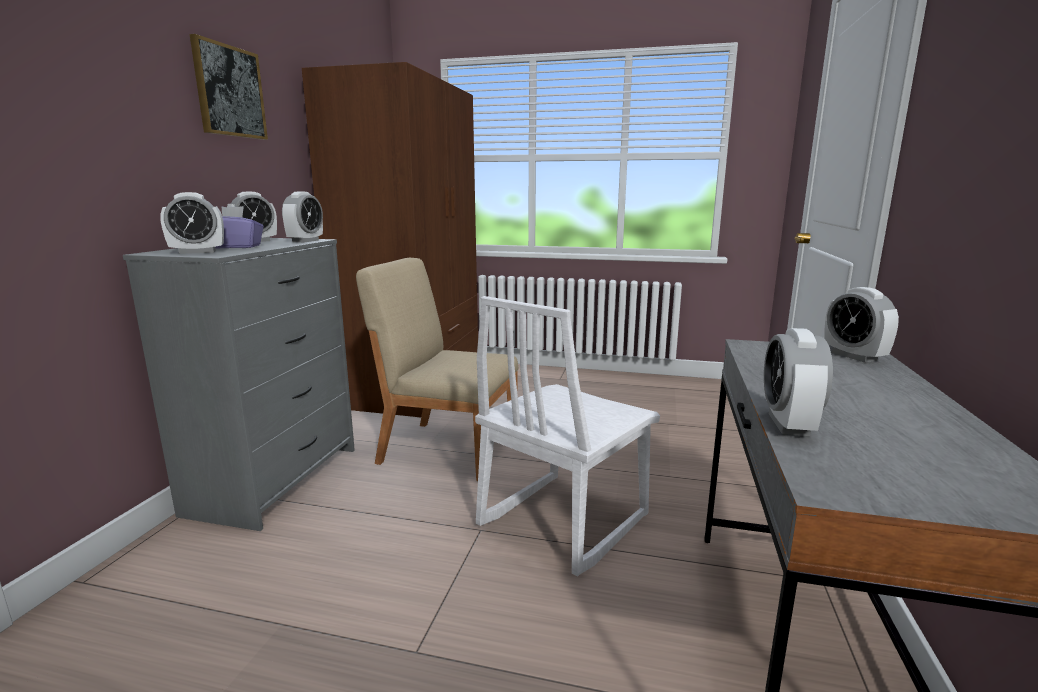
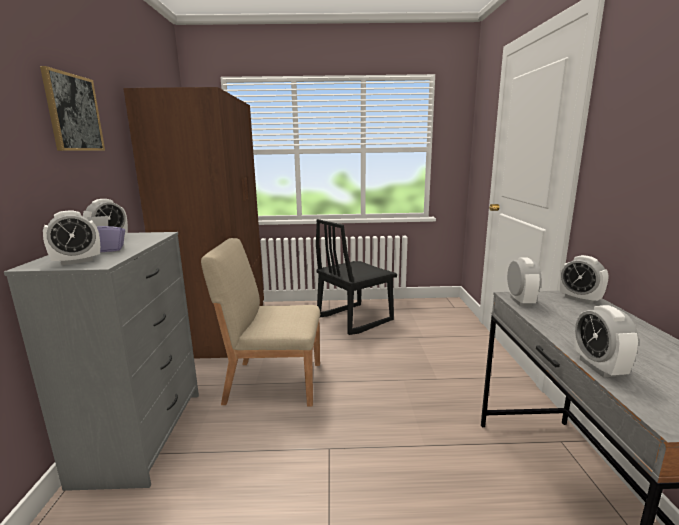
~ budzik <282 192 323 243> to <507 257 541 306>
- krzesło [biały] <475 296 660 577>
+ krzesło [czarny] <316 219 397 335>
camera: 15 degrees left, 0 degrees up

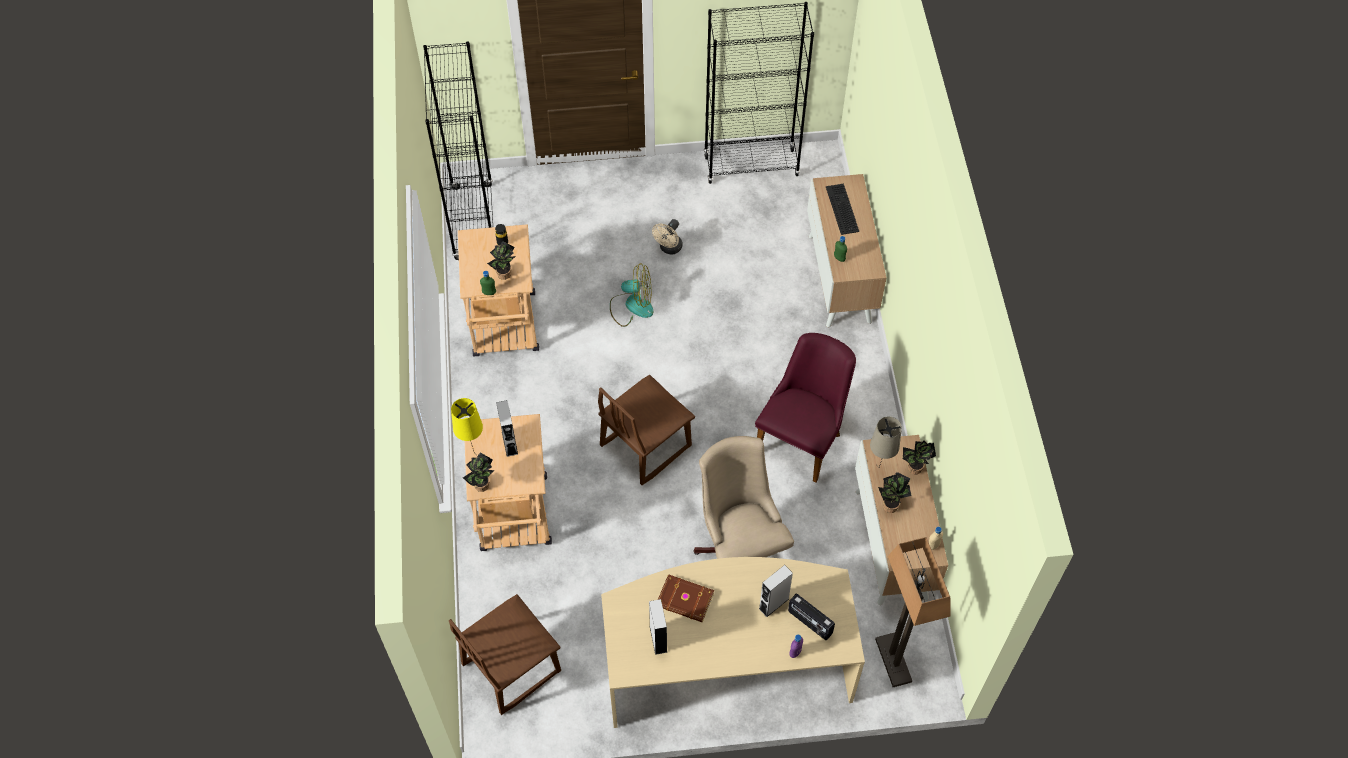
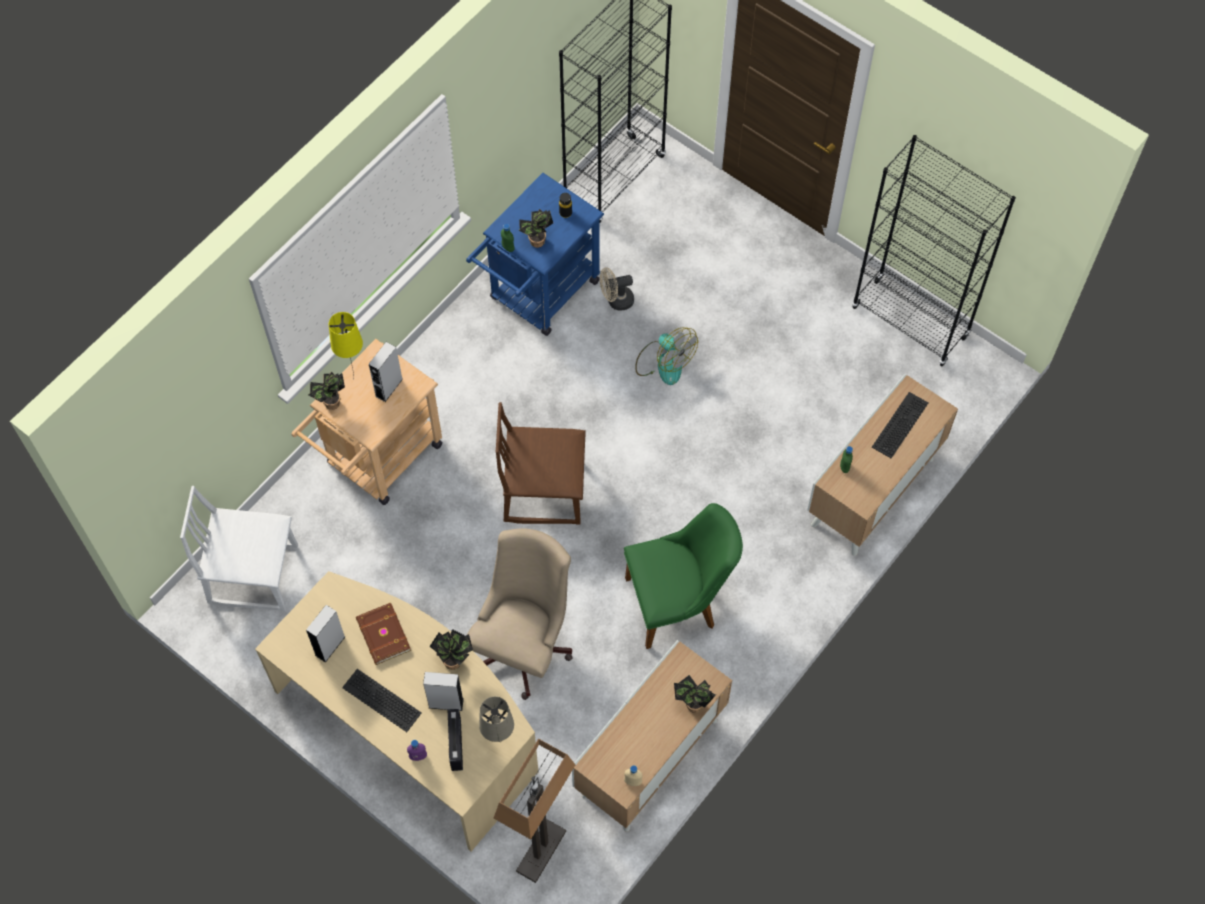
~ wentylator [beżowy] <652 219 683 255> to <600 267 634 311>
~ wózek [beżowy] <458 224 539 356> to wózek [niebieski] <466 173 604 336>
~ krzesło [fioletowy] <755 333 856 483> to krzesło [zielony] <624 503 743 649>
~ lampa stołowa [beżowy] <870 416 902 468> to <479 696 514 742>
~ roślina doniczkowa <878 472 912 513> to <429 629 473 670>
~ krzesło [brązowy] <449 594 561 715> to krzesło [biały] <180 486 298 611>
+ klawiatura <342 669 422 732>
camera: 45 degrees right, 5 degrees up

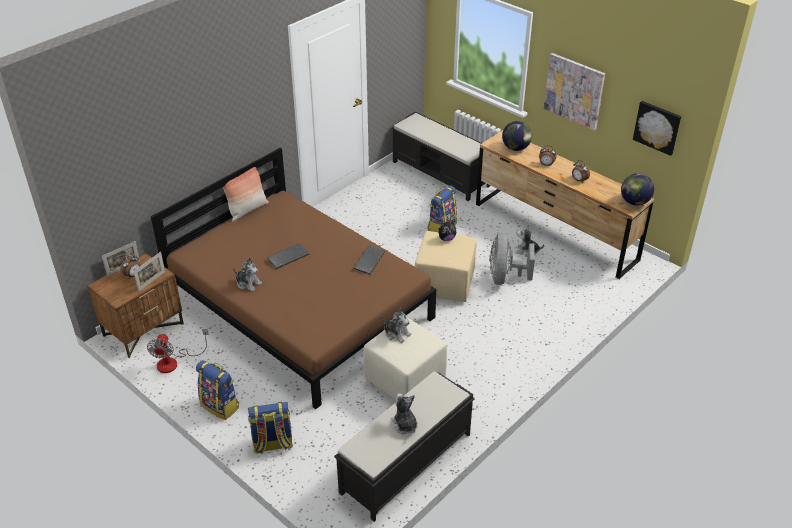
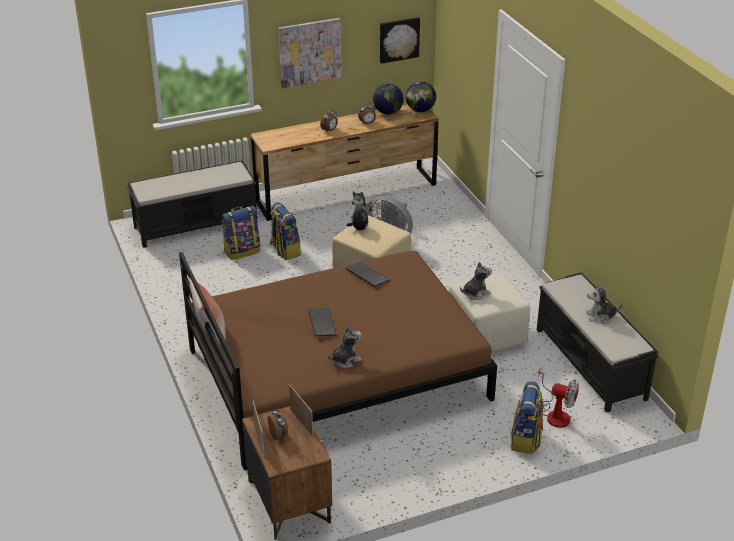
~ globus <502 121 532 151> to <373 84 404 114>
~ wentylator <147 329 209 373> to <538 368 579 428>
~ plecak <196 360 239 420> to <222 206 260 260>
camera: 65 degrees left, 5 degrees down

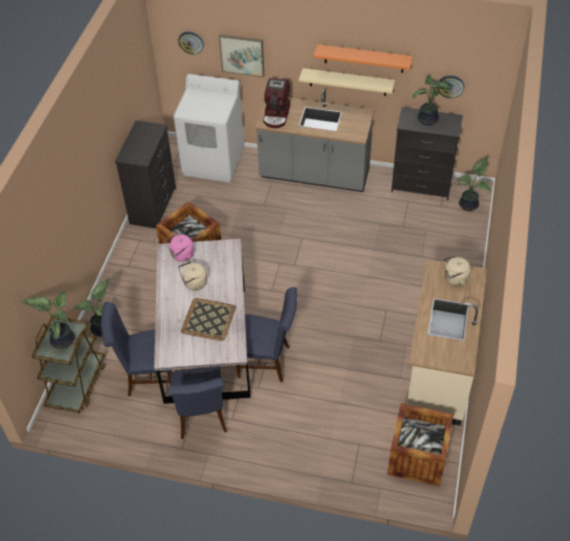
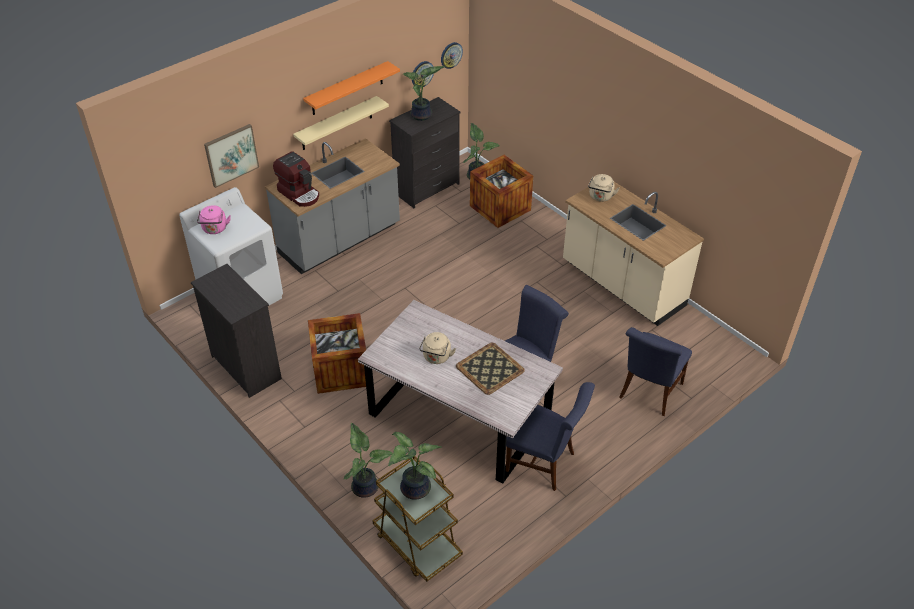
~ zegar ścienny <178 31 204 54> to <441 42 463 69>
~ czajnik [różowy] <164 234 194 262> to <197 205 231 234>
~ krzesło [niebieski] <101 302 172 396> to <619 327 692 416>
~ skrzynka <387 403 454 487> to <470 155 533 228>
camera: 55 degrees left, 5 degrees down

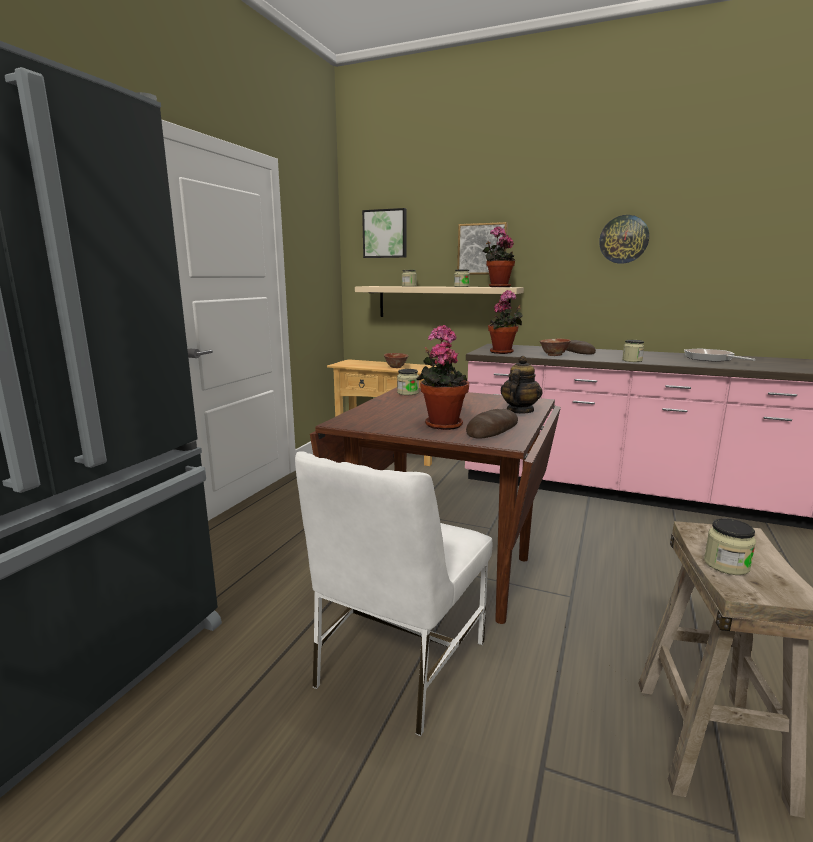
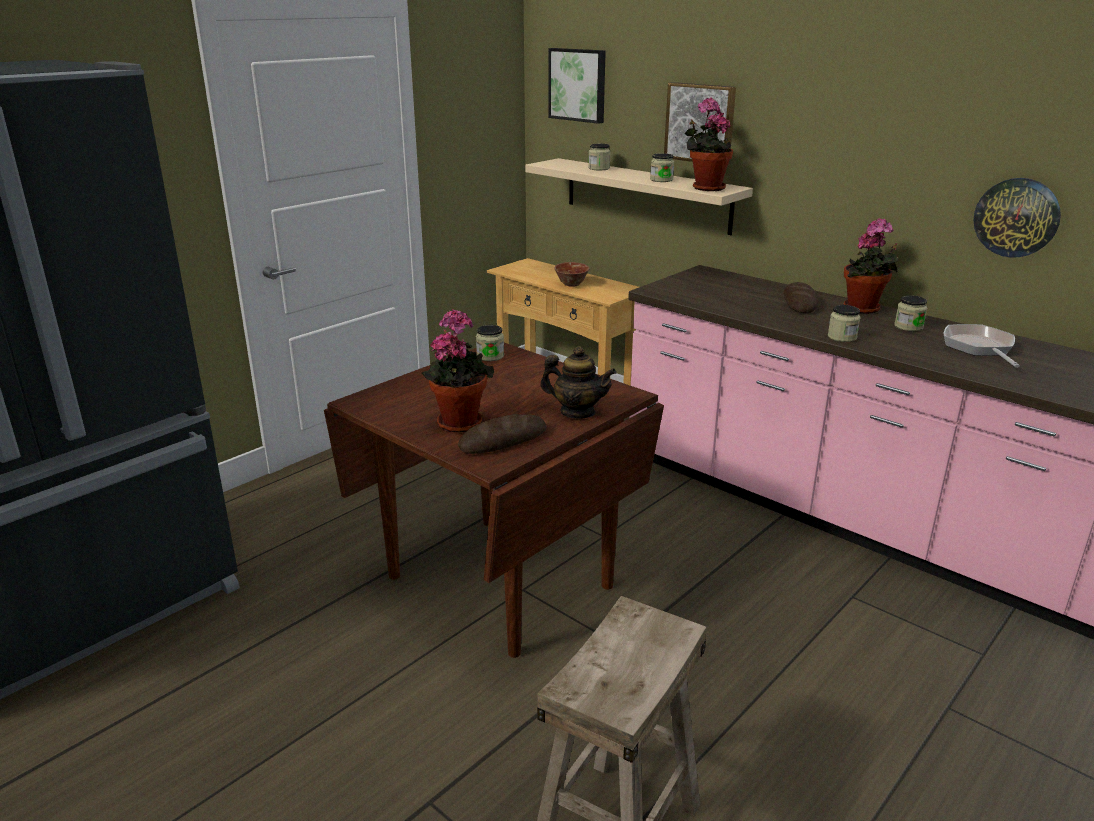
~ zegar ścienny <599 215 649 264> to <974 178 1061 258>
~ roślina doniczkowa <488 290 523 354> to <843 218 898 314>
- miska <539 339 571 356>
~ imbryk <500 356 542 414> = <540 346 617 419> 60 degrees clockwise
- krzesło [biały] <295 451 492 736>
~ słoik <704 518 756 575> to <894 295 927 331>
camera: 20 degrees right, 10 degrees up

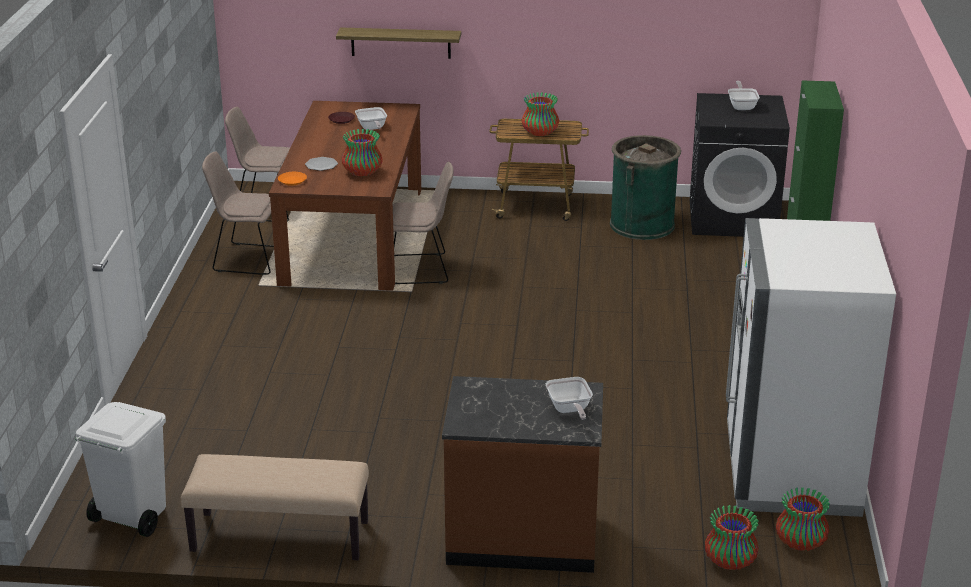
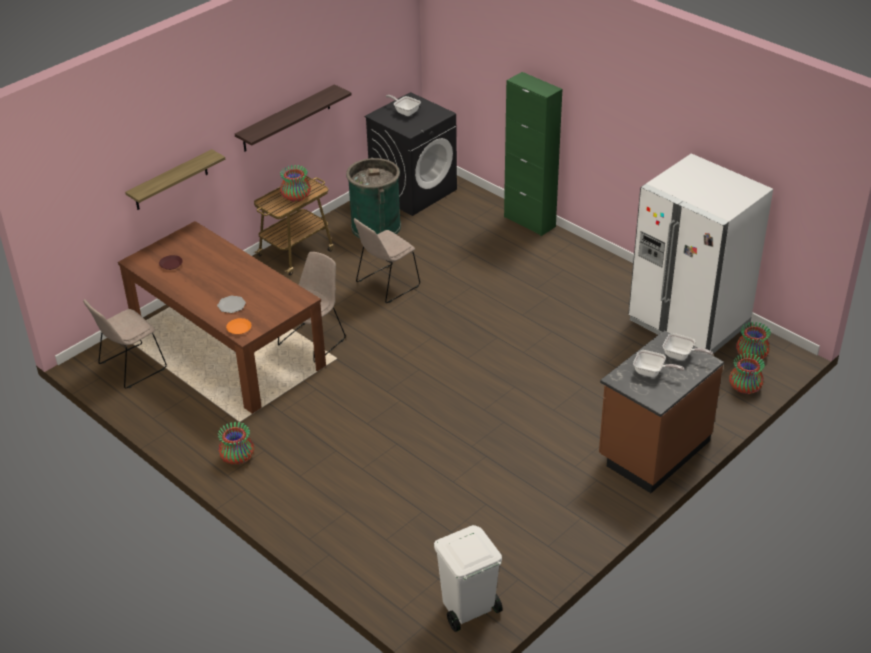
~ patelnia <355 107 387 130> to <633 350 684 377>
~ wazon <342 129 383 177> to <218 422 254 465>
~ krzesło [beżowy] <202 151 274 275> to <354 218 420 303>
- ławka [beżowy] <181 454 369 560>
+ półka <235 84 352 152>
camera: 50 degrees left, 10 degrees up

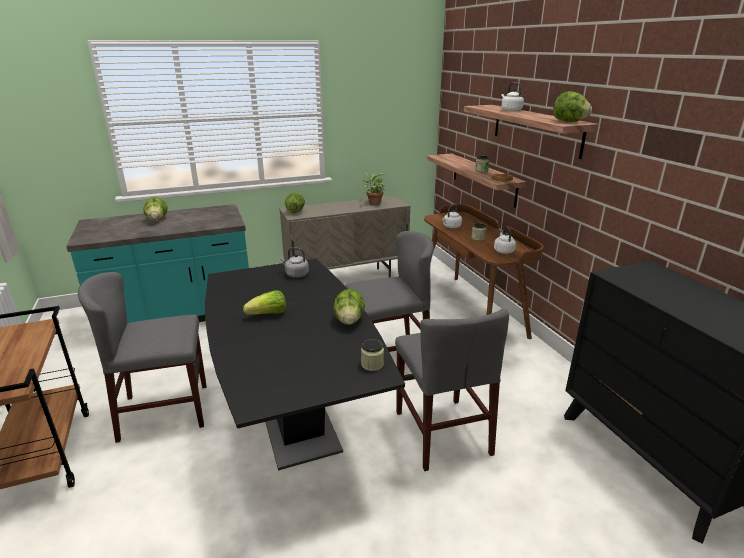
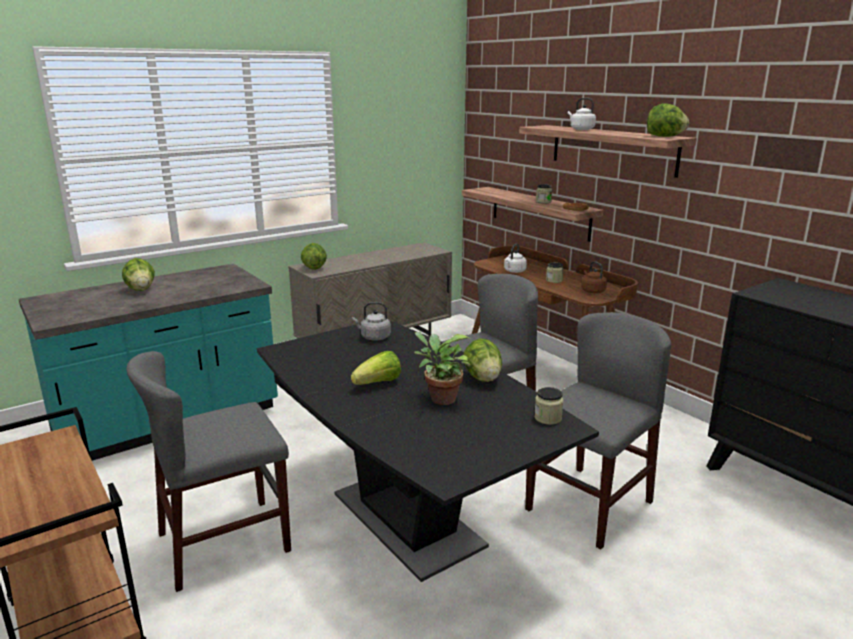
~ roślina doniczkowa <362 172 385 205> to <414 332 470 405>
~ czajnik [biały] <494 226 516 254> to czajnik [brązowy] <581 261 607 293>
~ krzesło [szary] <395 309 509 471> = <525 312 671 549> 105 degrees counterclockwise
camera: 15 degrees left, 5 degrees down

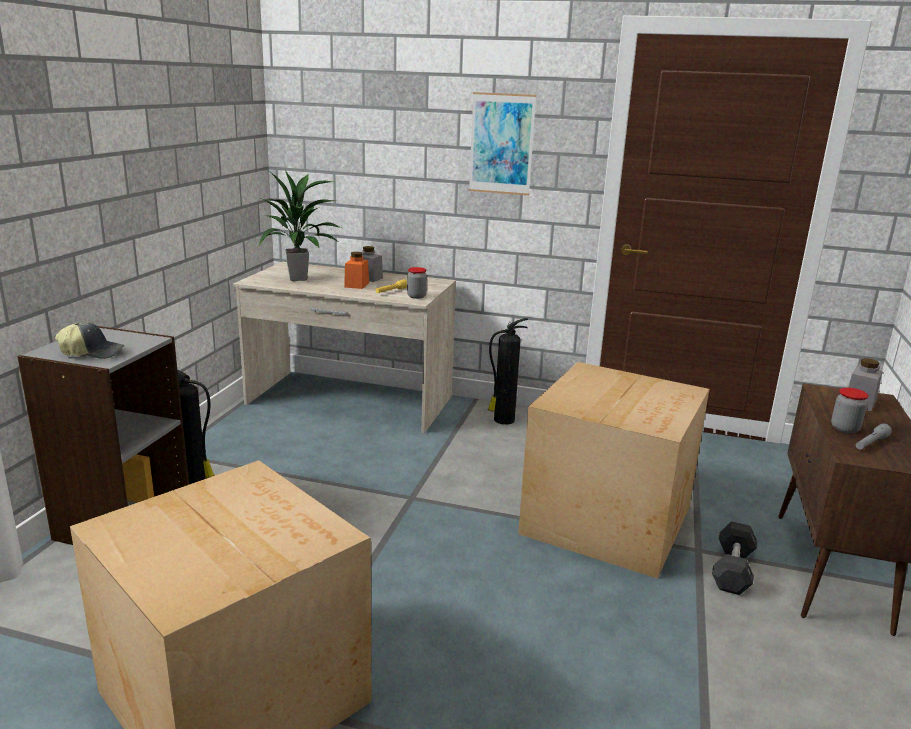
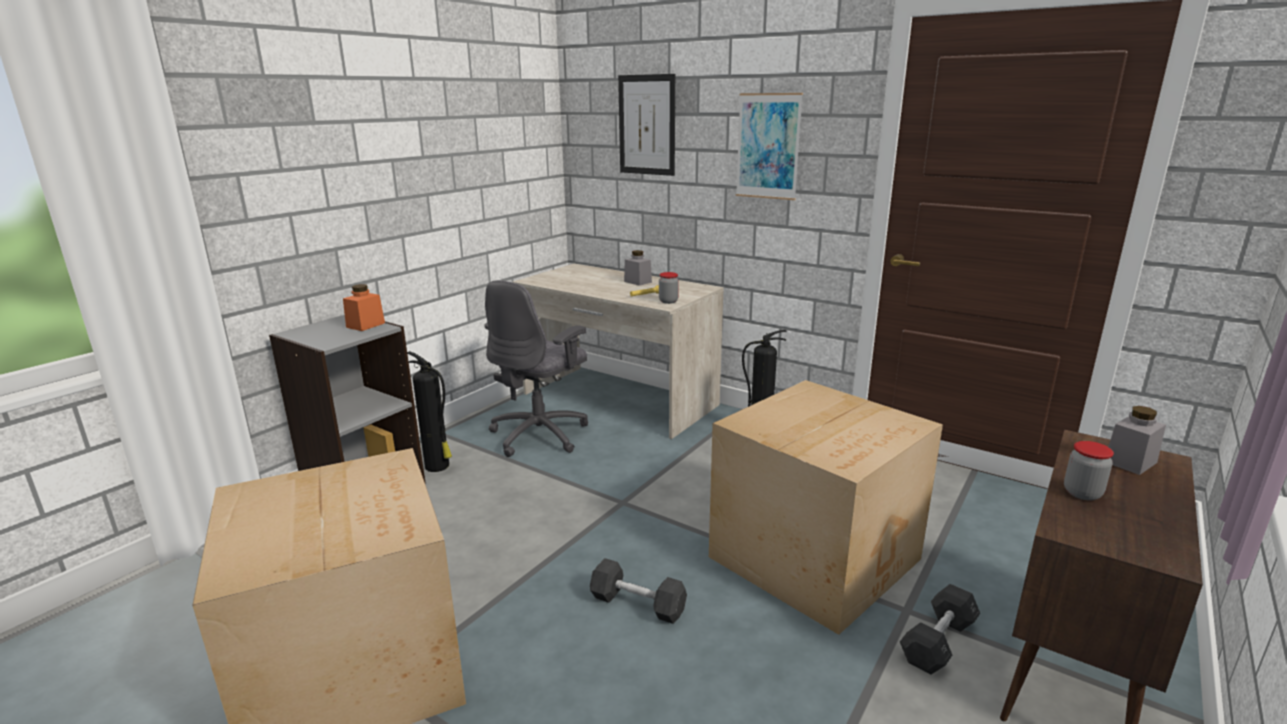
- roślina doniczkowa <258 170 341 281>
~ słoik [pomarańczowy] <344 252 369 289> to <343 284 385 331>
- czapka z daszkiem <55 322 125 359>
- latarka [szary] <856 424 892 449>
+ obraz <618 74 675 176>
+ krzesło biurowe [szary] <484 280 588 457>
+ hantel [szary] <590 558 687 624>
camera: 20 degrees right, 0 degrees up

